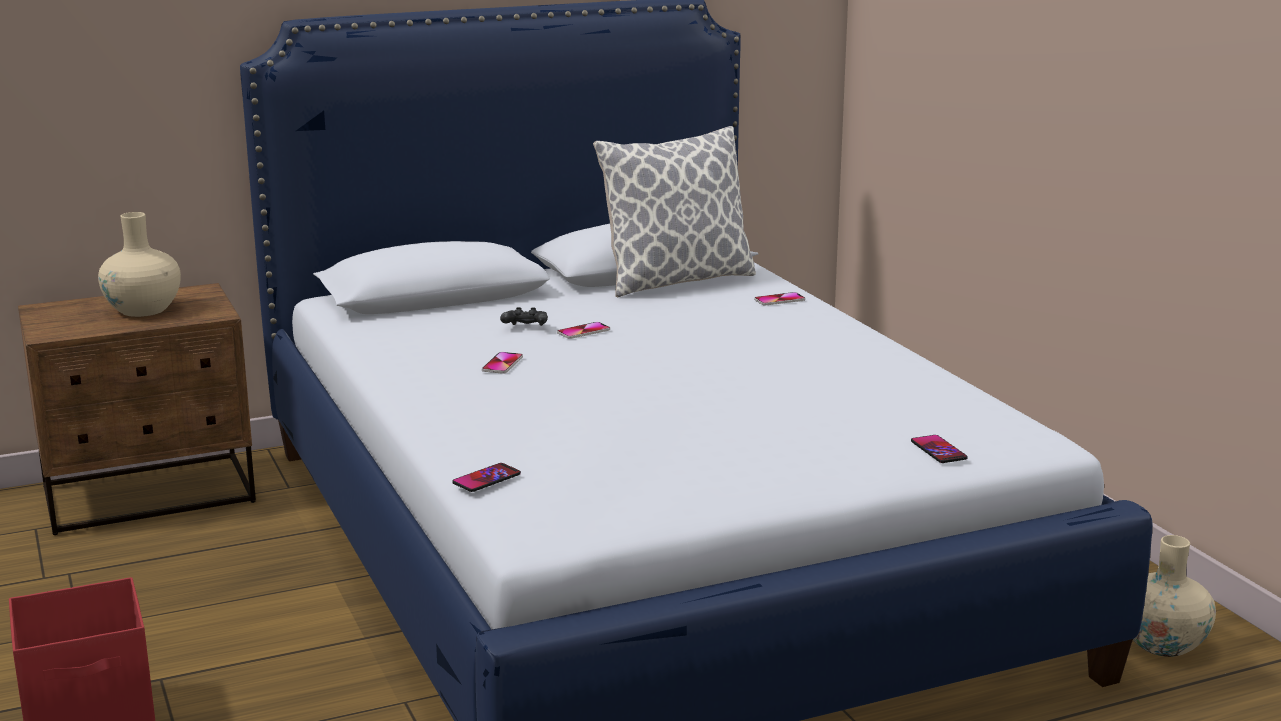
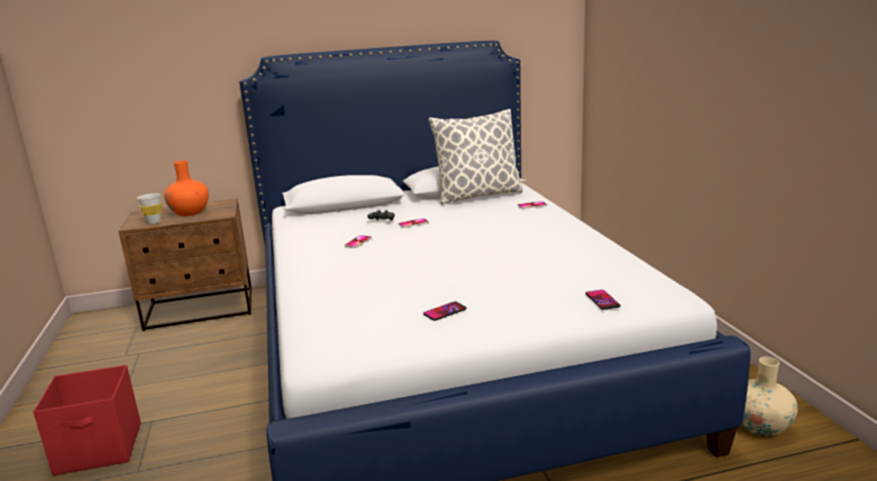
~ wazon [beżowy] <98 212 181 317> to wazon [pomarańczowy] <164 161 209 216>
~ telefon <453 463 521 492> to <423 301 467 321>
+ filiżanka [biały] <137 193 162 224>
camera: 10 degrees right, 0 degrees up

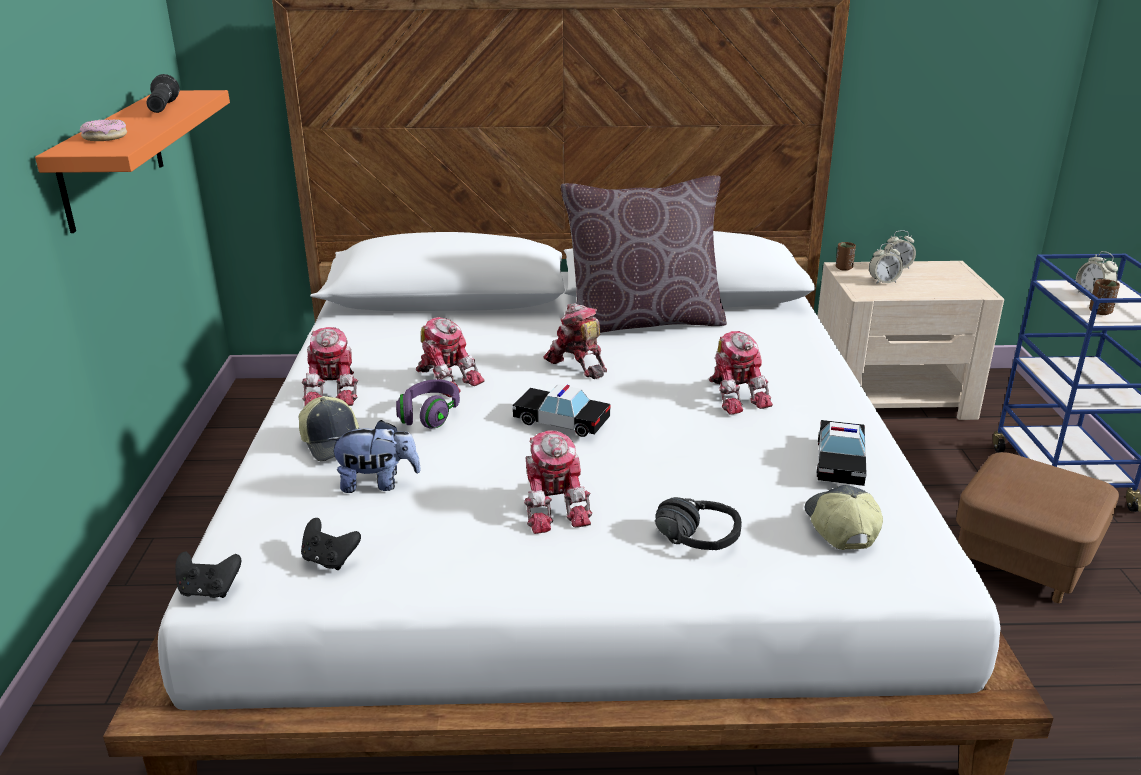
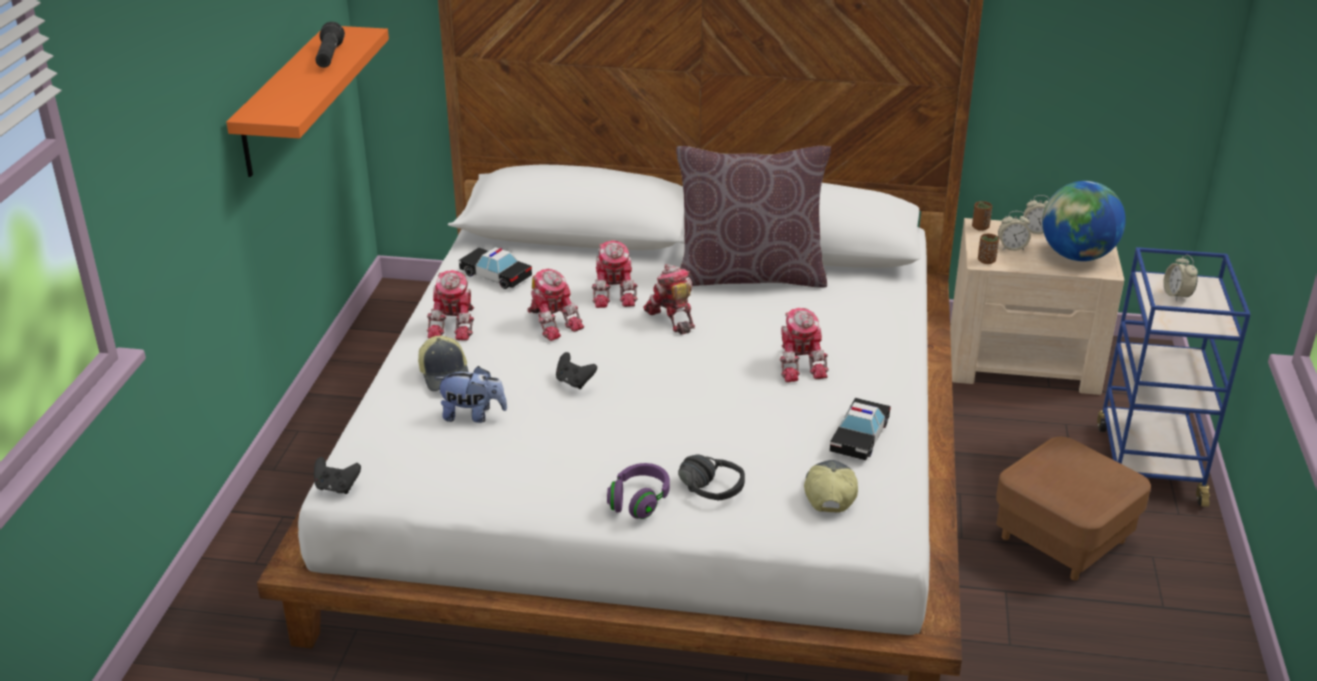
- donut <80 119 127 141>
~ filiżanka [brązowy] <1089 279 1120 315> to <978 234 999 264>
~ słuchawki [fioletowy] <396 379 460 428> to <607 463 670 519>
~ samochodzik <512 384 611 437> to <459 247 532 289>
~ robot zabawkowy <524 431 592 534> to <592 240 638 308>
~ pad do gier [czarny] <301 518 361 570> to <556 352 597 389>
+ globus <1042 181 1126 261>
camera: 10 degrees right, 5 degrees up

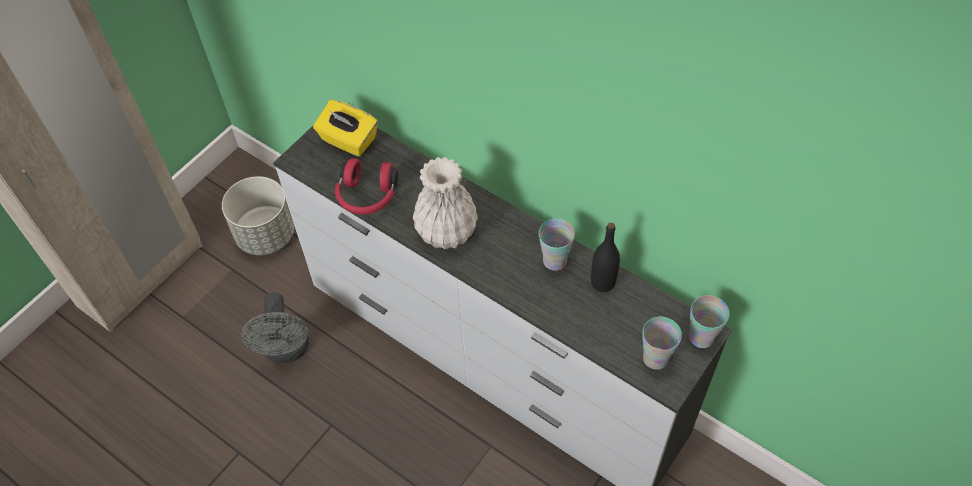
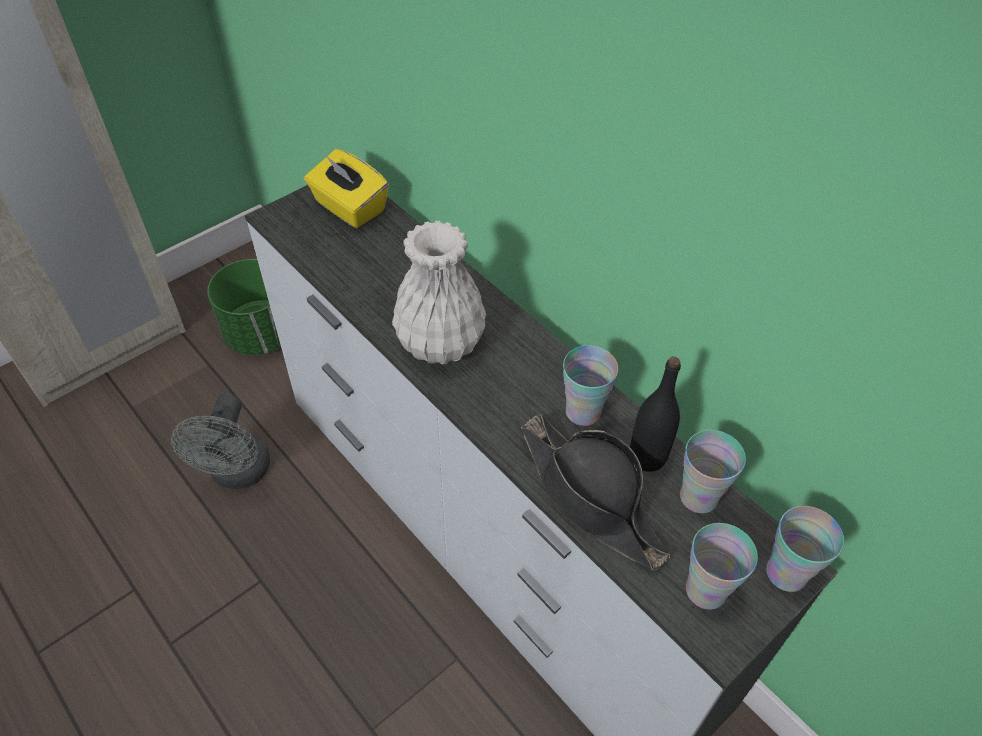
- słuchawki [czerwony] <335 158 398 214>
~ donica [szary] <222 176 294 255> to donica [zielony] <207 259 281 355>
+ kapelusz [czarny] <521 414 670 571>
+ filiżanka <680 430 746 513>
camera: 10 degrees right, 5 degrees down

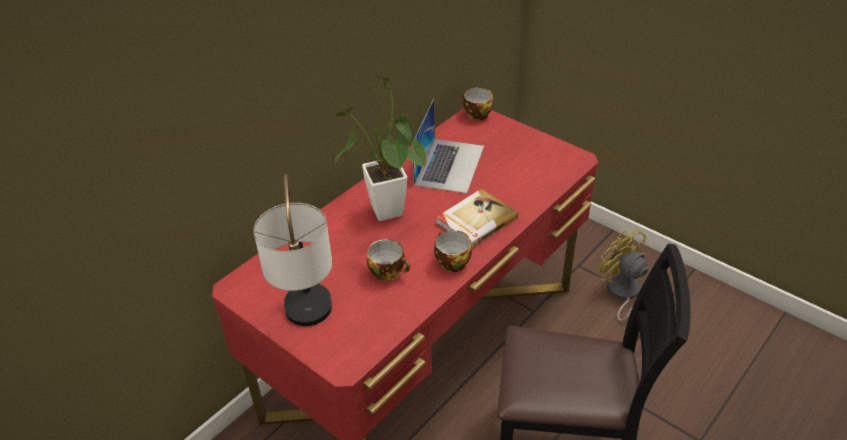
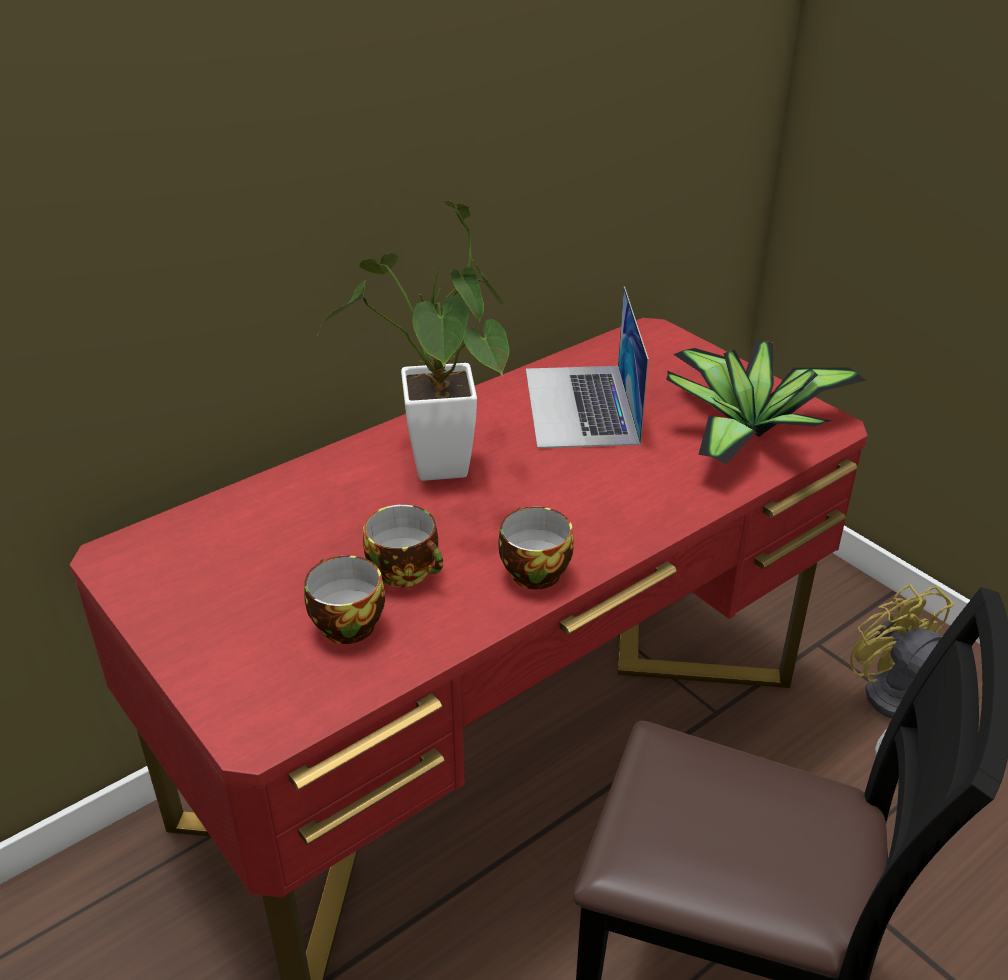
~ filiżanka <463 88 493 121> to <304 556 385 644>
~ laptop <412 99 484 194> = <526 286 649 448> 150 degrees clockwise
- lampa stołowa <254 174 332 326>
- książka <436 189 518 248>
+ roślina doniczkowa <666 341 866 464>
camera: 10 degrees right, 5 degrees down

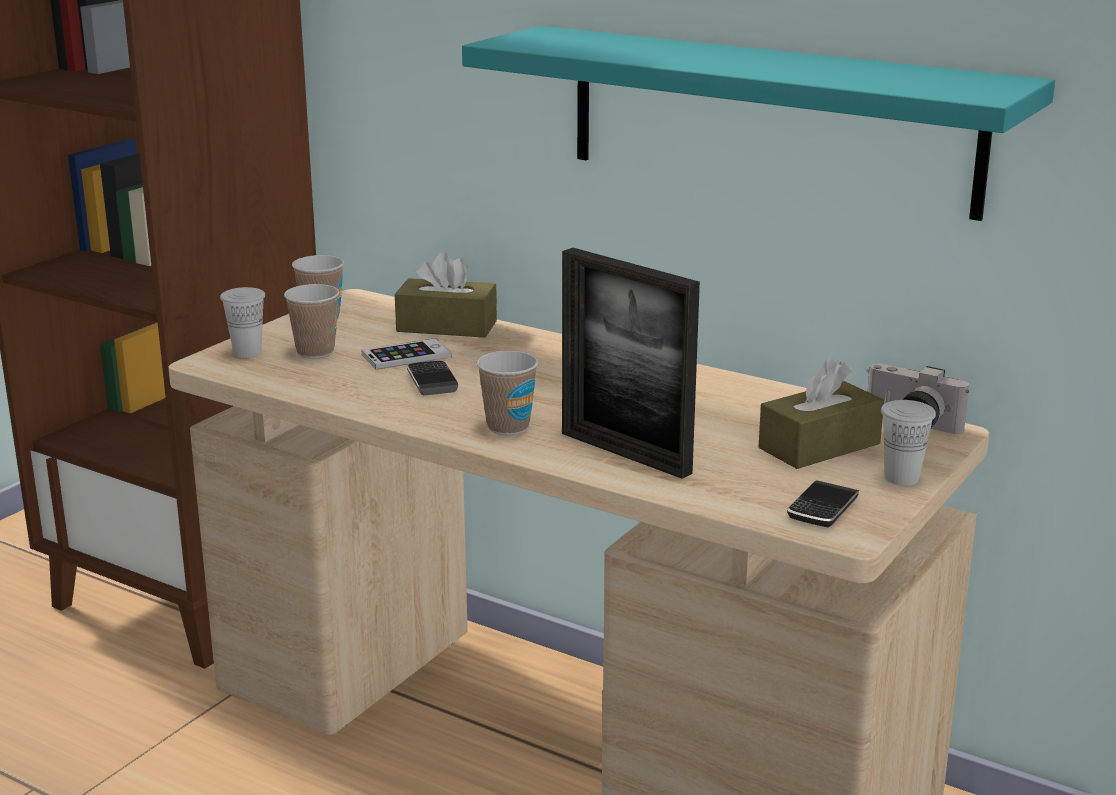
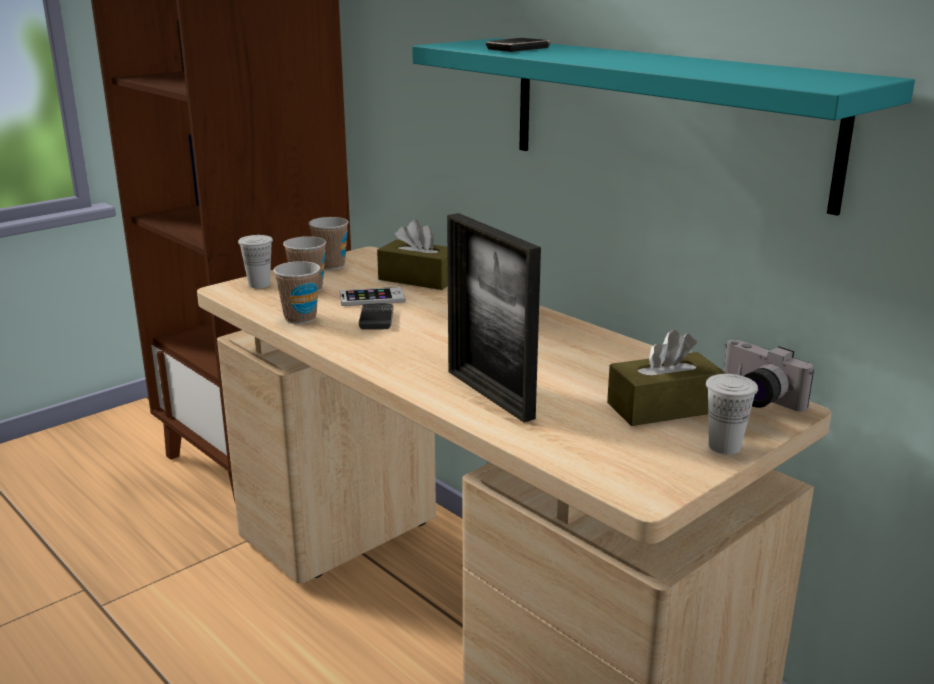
~ filiżanka <477 351 538 435> to <273 261 320 324>
~ telefon <787 480 859 527> to <486 38 551 52>
camera: 15 degrees right, 0 degrees up

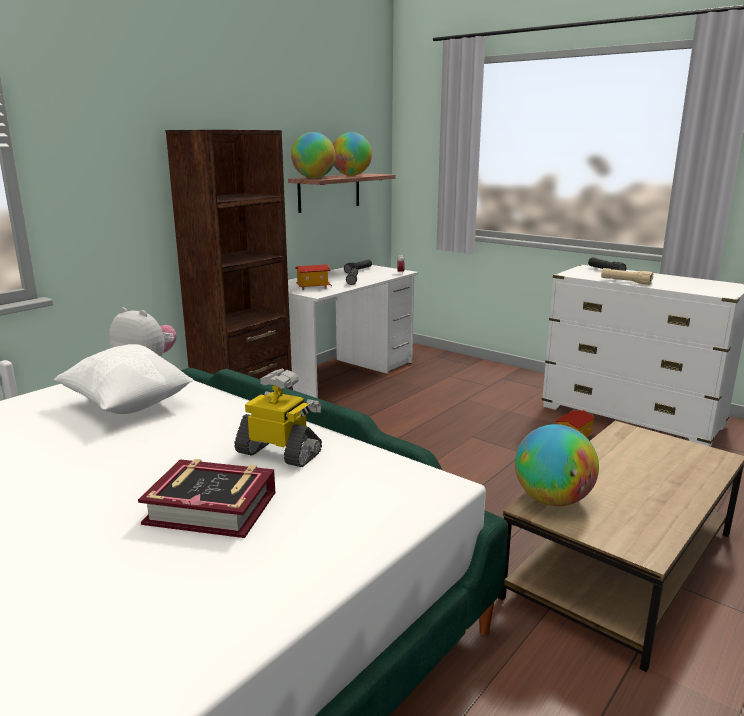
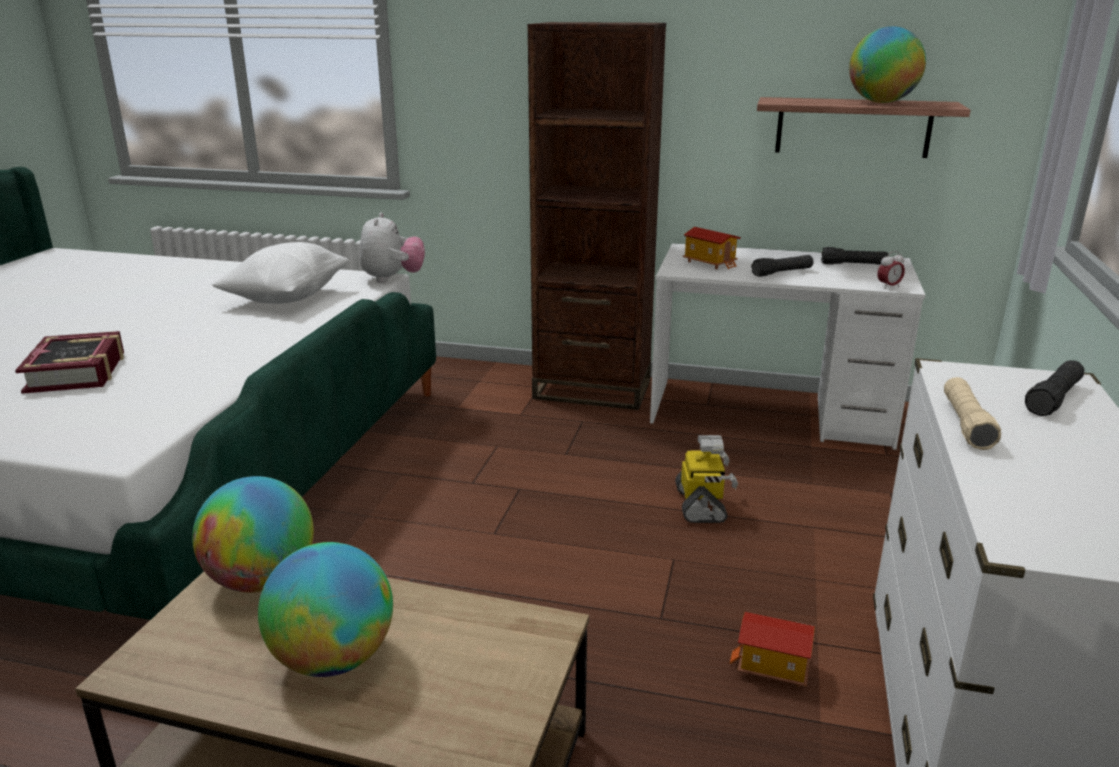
~ globus <291 132 336 178> to <258 542 393 677>
~ robot zabawkowy <234 368 322 467> to <675 435 738 523>
camera: 65 degrees right, 5 degrees up

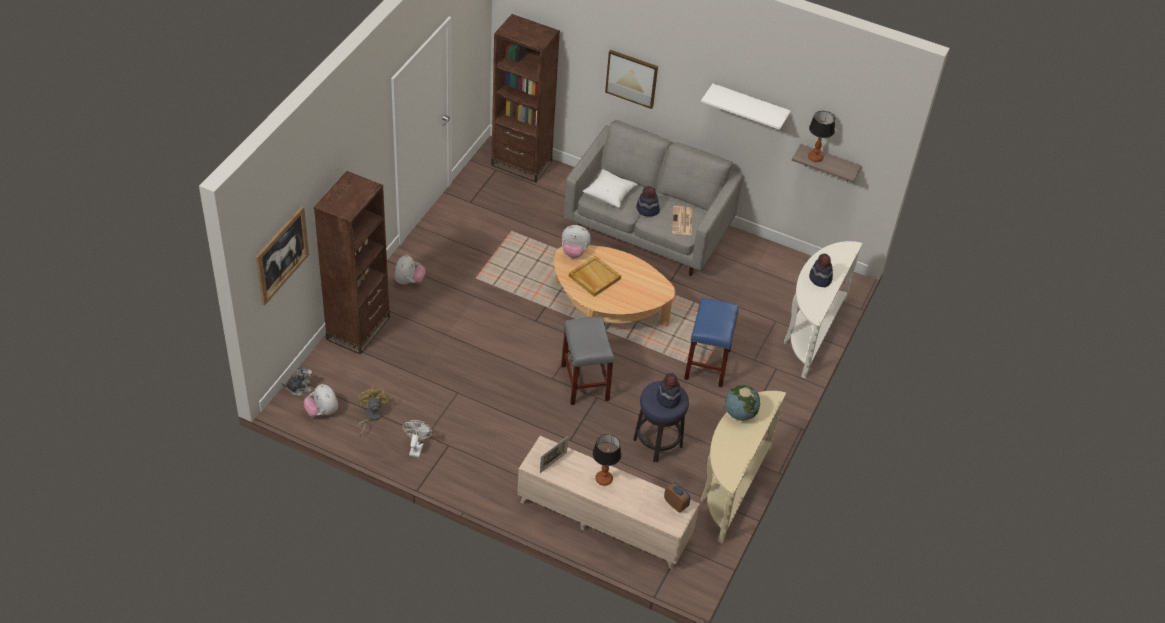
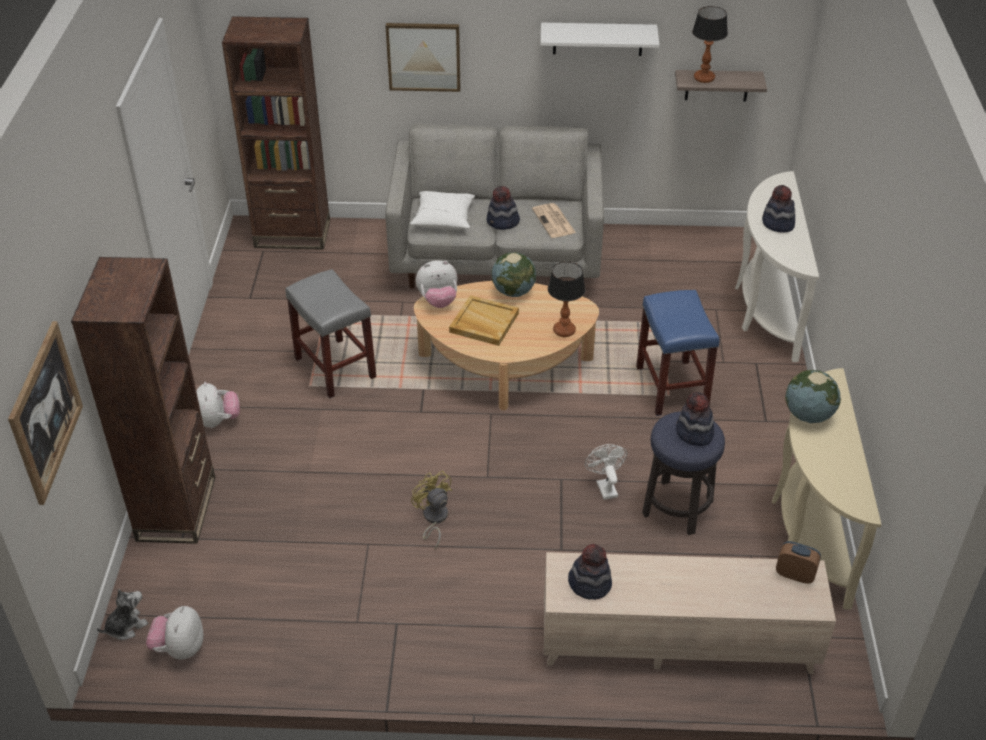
~ stołek [szary] <561 317 614 405> to <285 269 376 398>
~ pluszak <304 384 338 417> = <146 606 203 659> 60 degrees clockwise
~ wentylator [żółty] <357 387 389 436> to <411 471 452 549>
~ wentylator [biały] <403 420 433 457> to <585 444 627 500>
~ lampa stołowa <592 434 622 486> to <548 262 585 337>
~ ramka na zdjęcie <540 436 568 473> to kapelusz <568 544 612 600>
+ globus <491 252 536 297>
camera: 20 degrees left, 5 degrees down

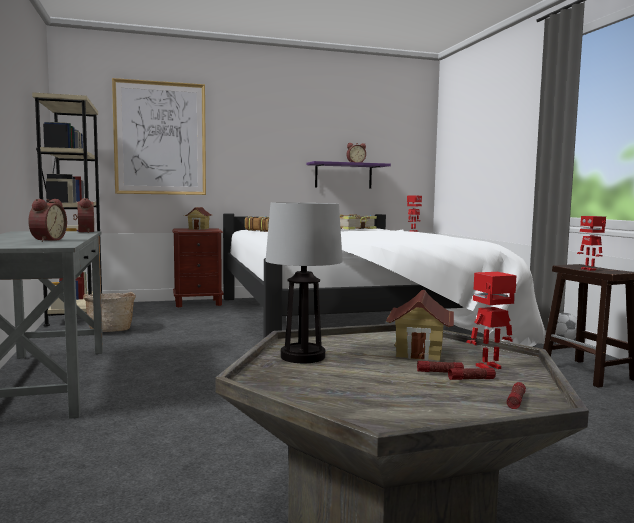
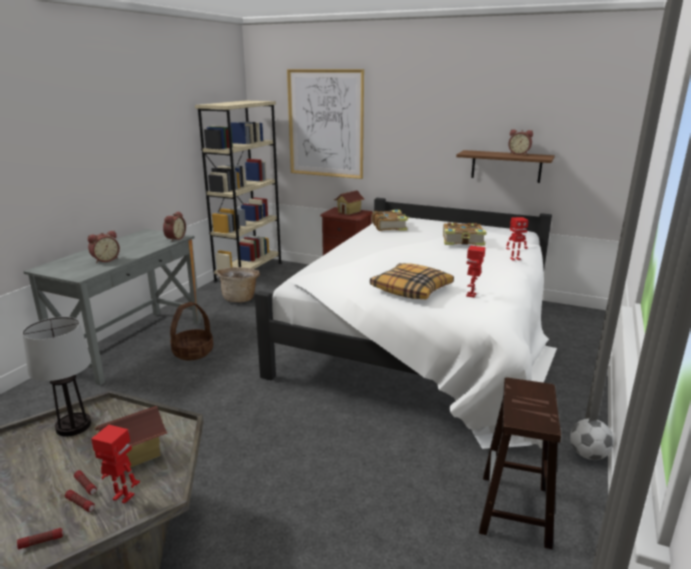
~ półka [fioletowy] <307 161 391 189> to półka [brązowy] <456 150 555 183>
~ robot zabawkowy <577 216 606 271> to <466 246 485 297>
+ poduszka <370 263 454 299>
+ koszyk <170 302 213 360>
camera: 40 degrees right, 15 degrees up

